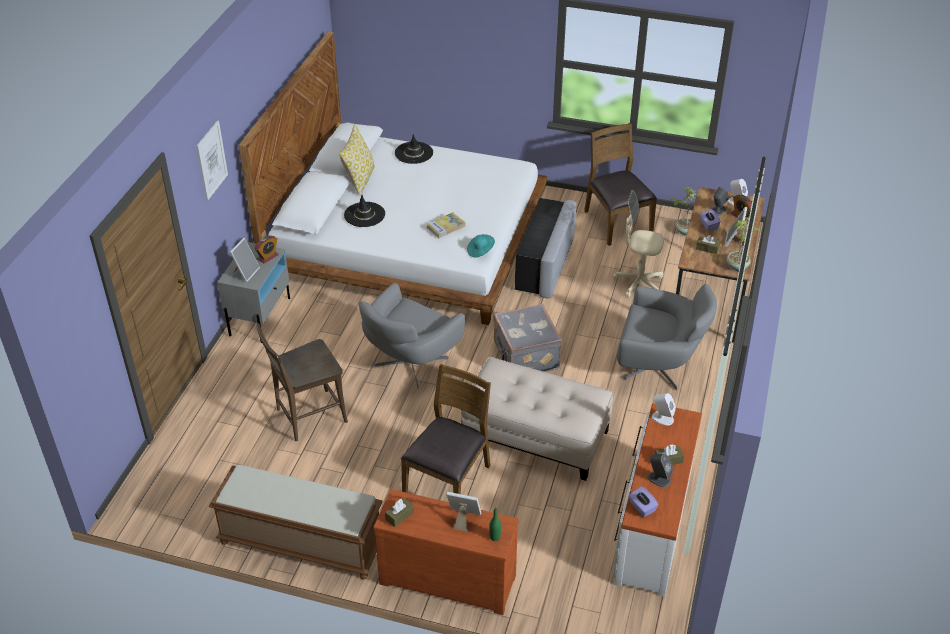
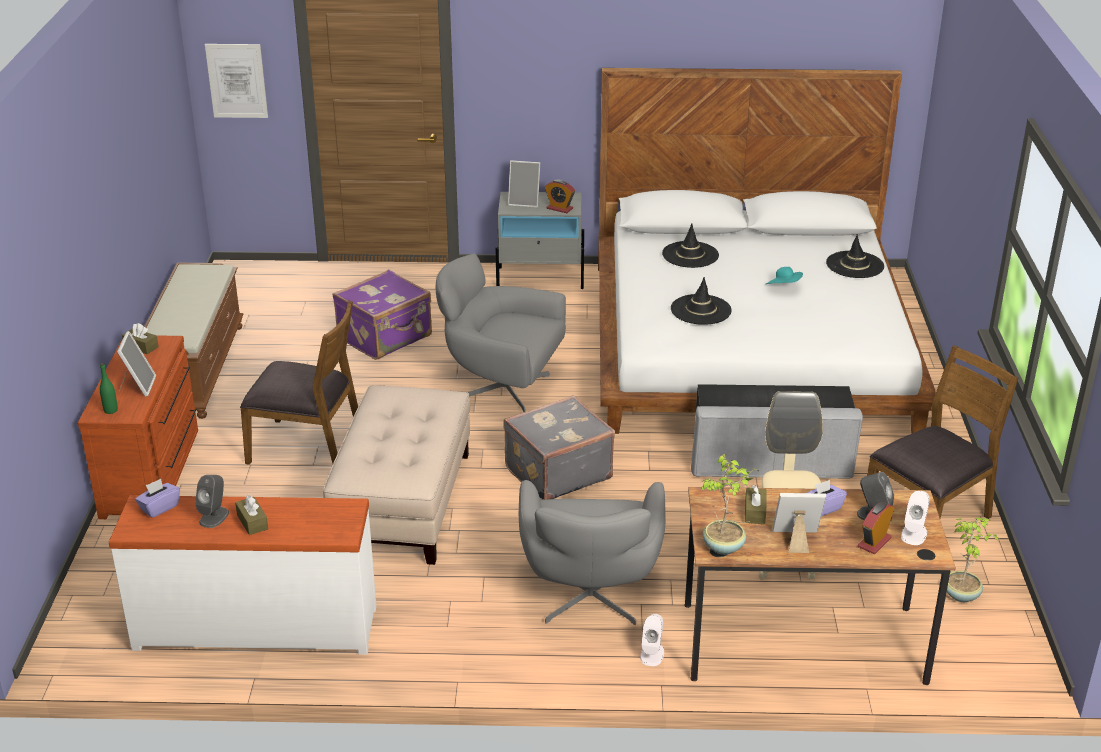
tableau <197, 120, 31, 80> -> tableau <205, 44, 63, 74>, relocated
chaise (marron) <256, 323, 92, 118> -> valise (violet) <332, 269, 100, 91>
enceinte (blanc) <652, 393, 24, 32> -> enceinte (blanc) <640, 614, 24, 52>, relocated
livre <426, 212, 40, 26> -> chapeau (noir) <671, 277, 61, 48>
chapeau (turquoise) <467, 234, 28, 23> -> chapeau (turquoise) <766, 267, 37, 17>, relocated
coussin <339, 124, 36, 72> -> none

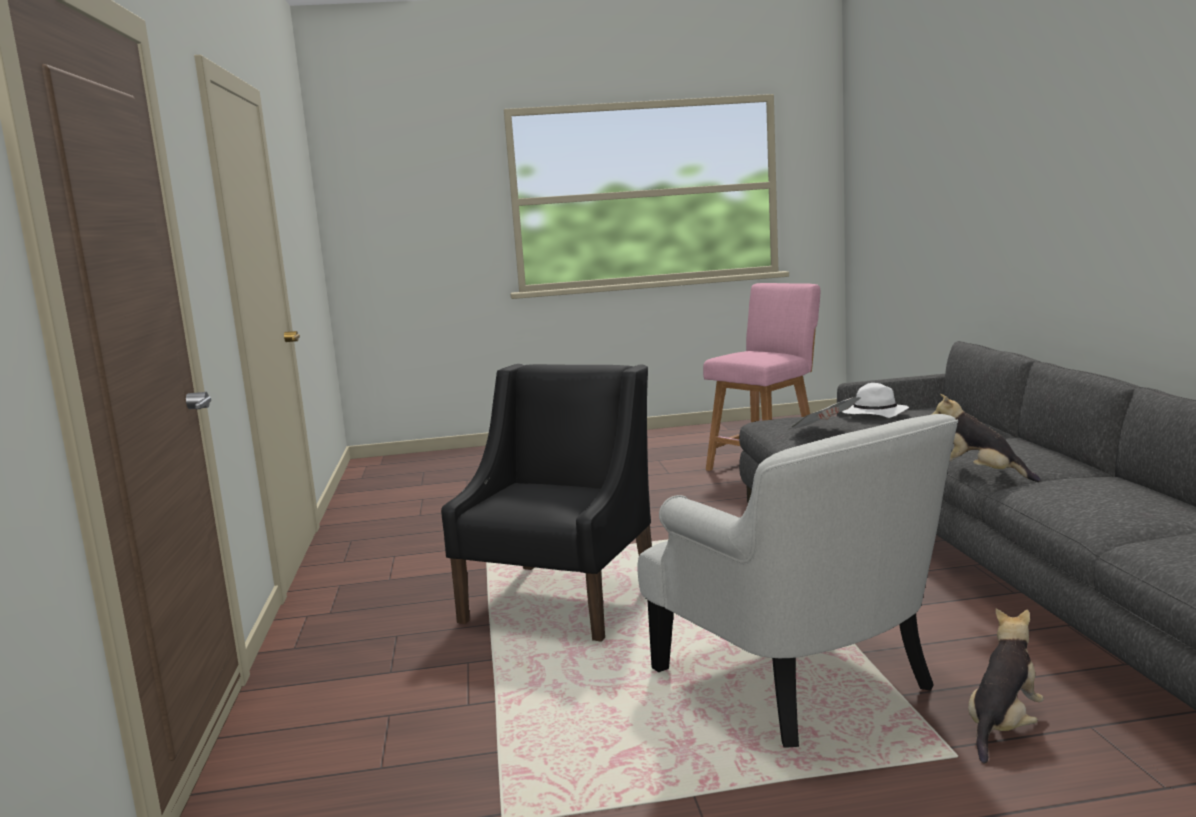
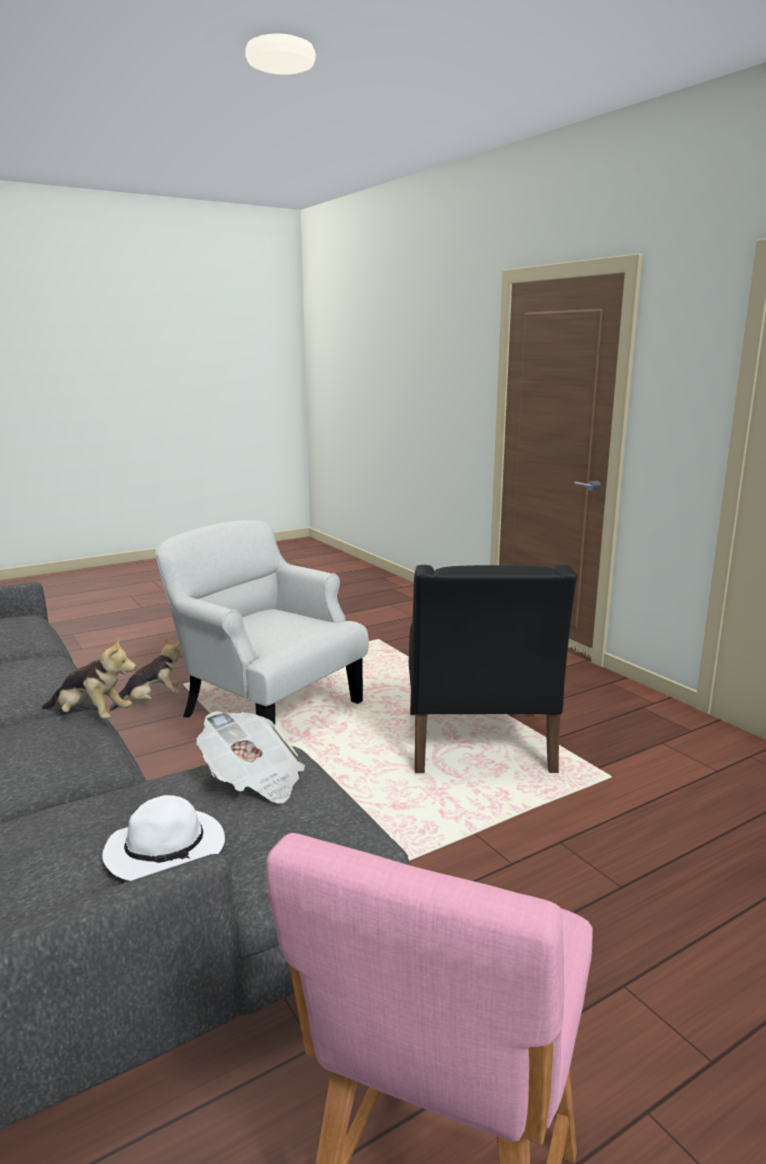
peluche <968, 609, 76, 154> -> peluche <110, 638, 73, 73>, 135 degrees counterclockwise

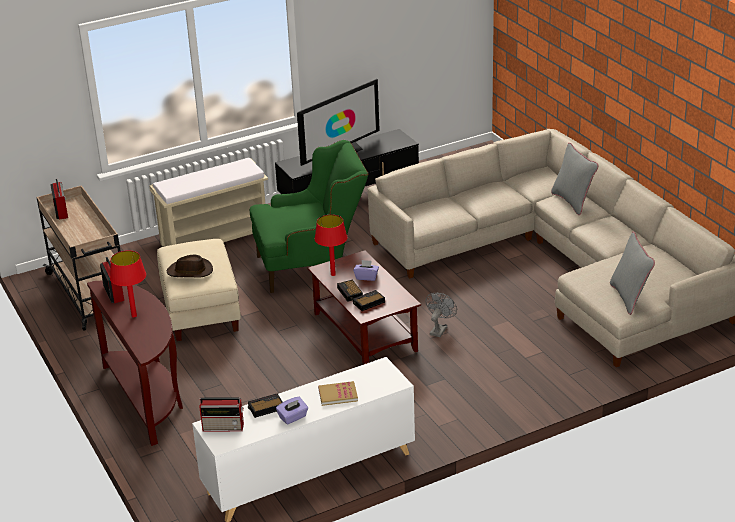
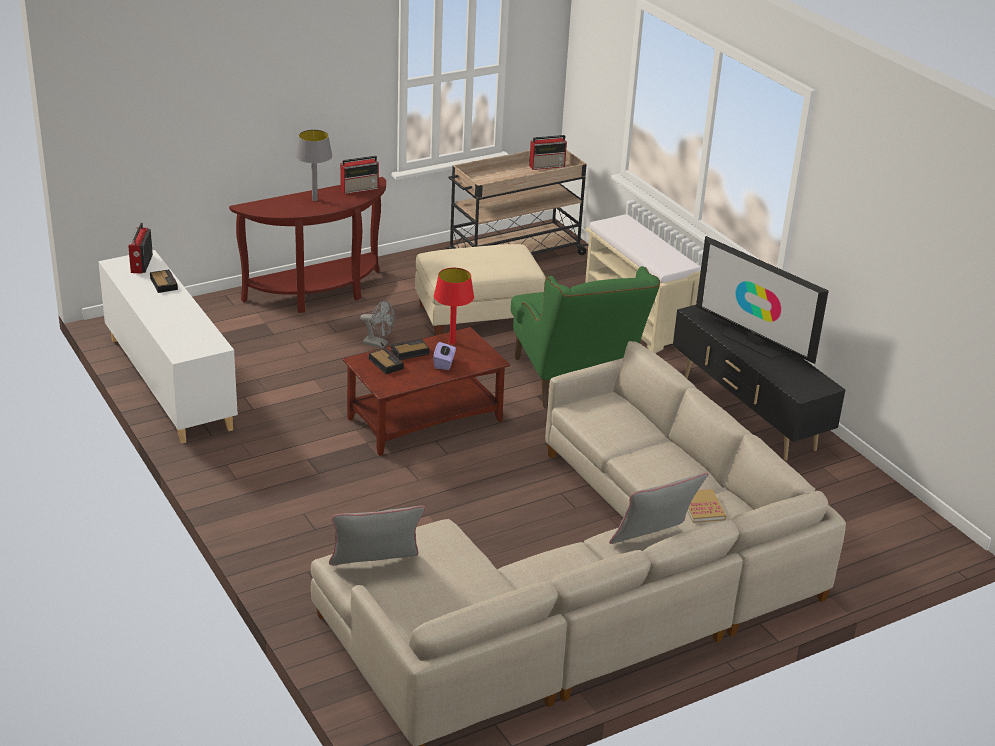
lampe de table (rouge) <110, 250, 36, 67> -> lampe de table (gris) <295, 130, 38, 71>
ventilateur (gris) <426, 293, 31, 44> -> ventilateur (gris) <360, 300, 35, 48>, relocated
livre <318, 381, 40, 25> -> livre <687, 489, 39, 34>, relocated
chapeau (marron) <167, 255, 46, 23> -> none
boîte à mouchoirs (violet) <276, 397, 32, 28> -> none

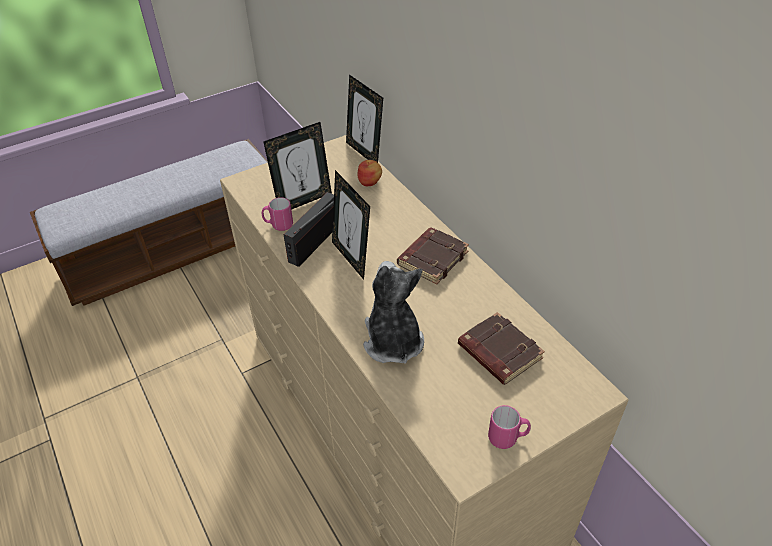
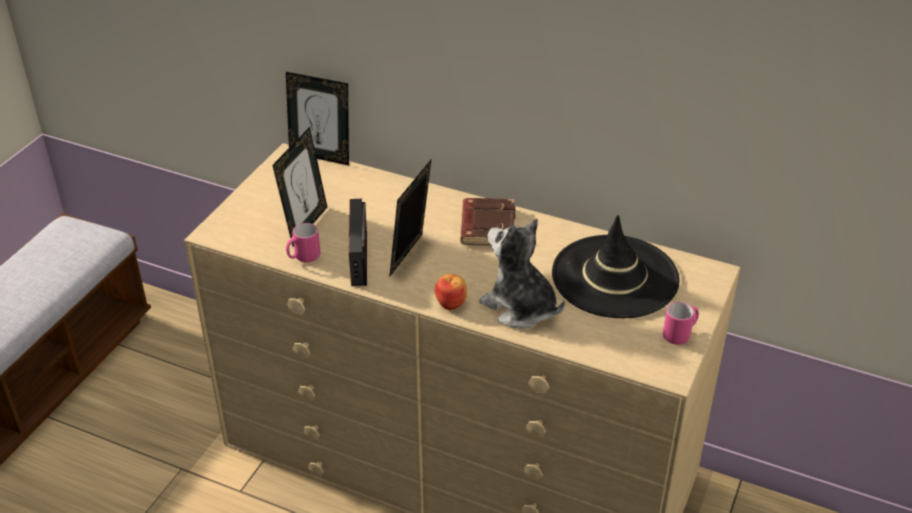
cadre photo <332, 170, 38, 110> -> cadre photo <389, 160, 42, 117>, 90 degrees clockwise
pomme <358, 160, 24, 26> -> pomme <435, 274, 32, 36>, relocated
livre (marron) <458, 312, 87, 73> -> chapeau (noir) <552, 215, 128, 103>

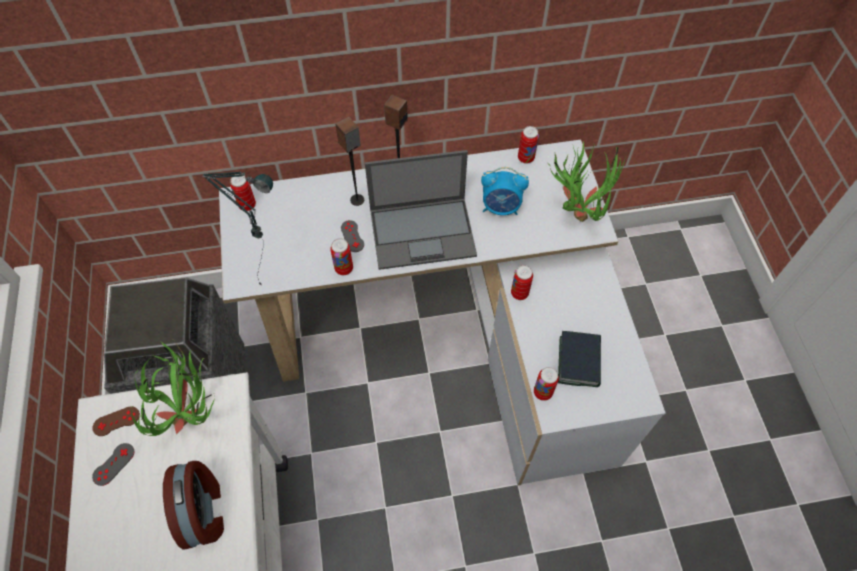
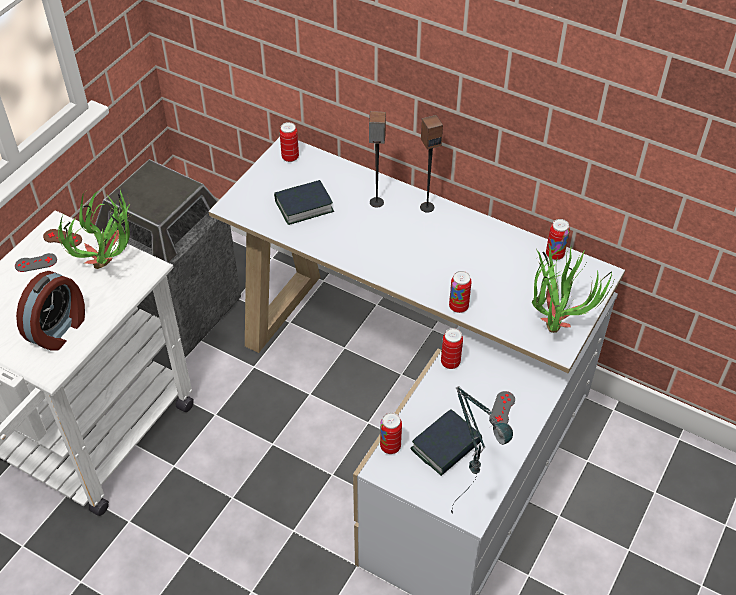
none -> livre <274, 180, 60, 45>
boîte métallique <330, 238, 23, 37> -> boîte métallique <449, 271, 23, 42>, relocated
lampe de table <202, 172, 71, 112> -> lampe de table <451, 386, 62, 127>, relocated
manette (gris) <341, 220, 23, 32> -> manette (gris) <489, 391, 26, 33>, relocated
ordinateur portable <365, 150, 112, 120> -> none
réveil <481, 167, 48, 48> -> none

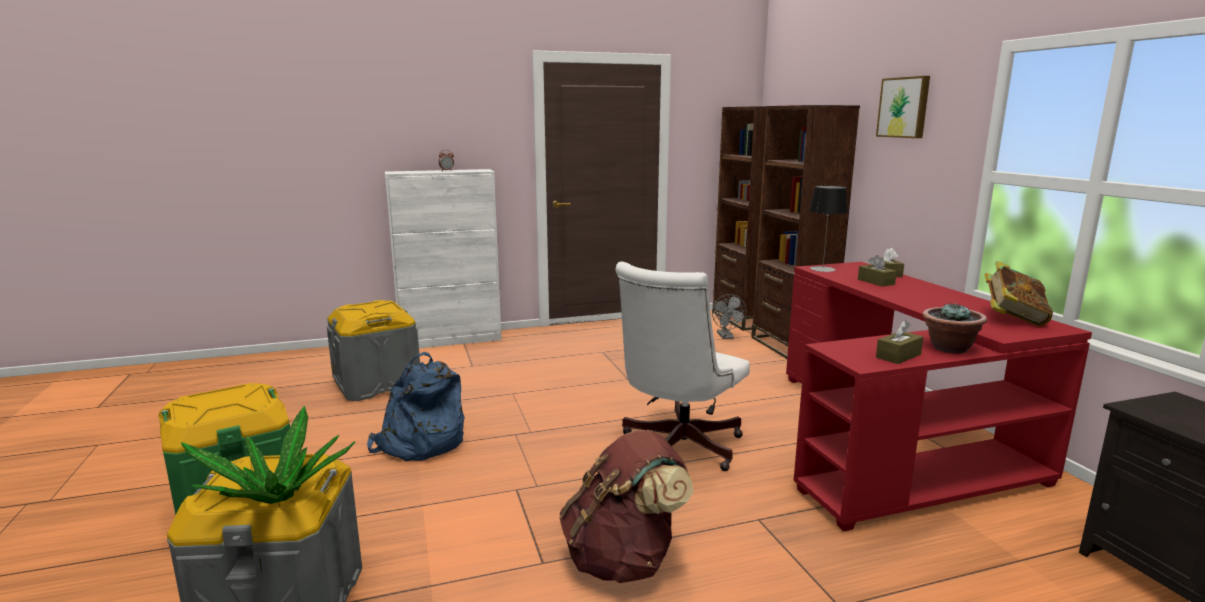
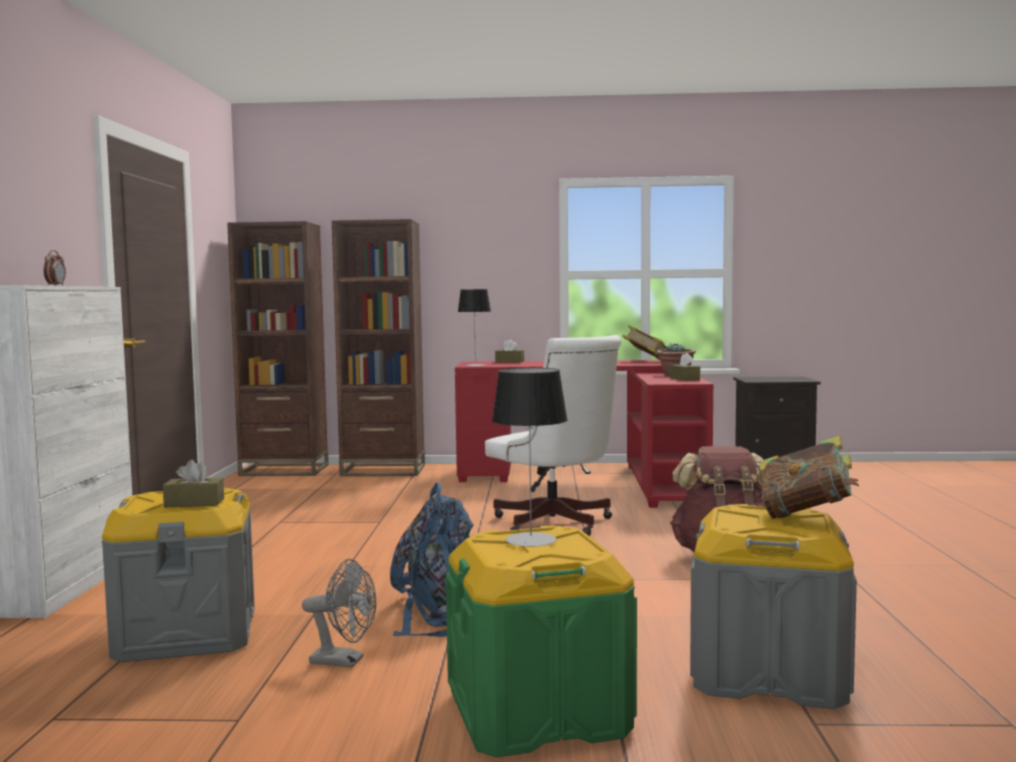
boîte à mouchoirs (marron) <858, 255, 39, 32> -> boîte à mouchoirs (marron) <163, 460, 61, 48>, relocated
ventilateur (gris) <712, 294, 34, 45> -> ventilateur (gris) <302, 559, 74, 109>, relocated
none -> lampe de table <492, 368, 76, 179>
plante en pot <181, 406, 174, 98> -> livre <760, 436, 99, 83>
tableau <876, 76, 54, 62> -> none

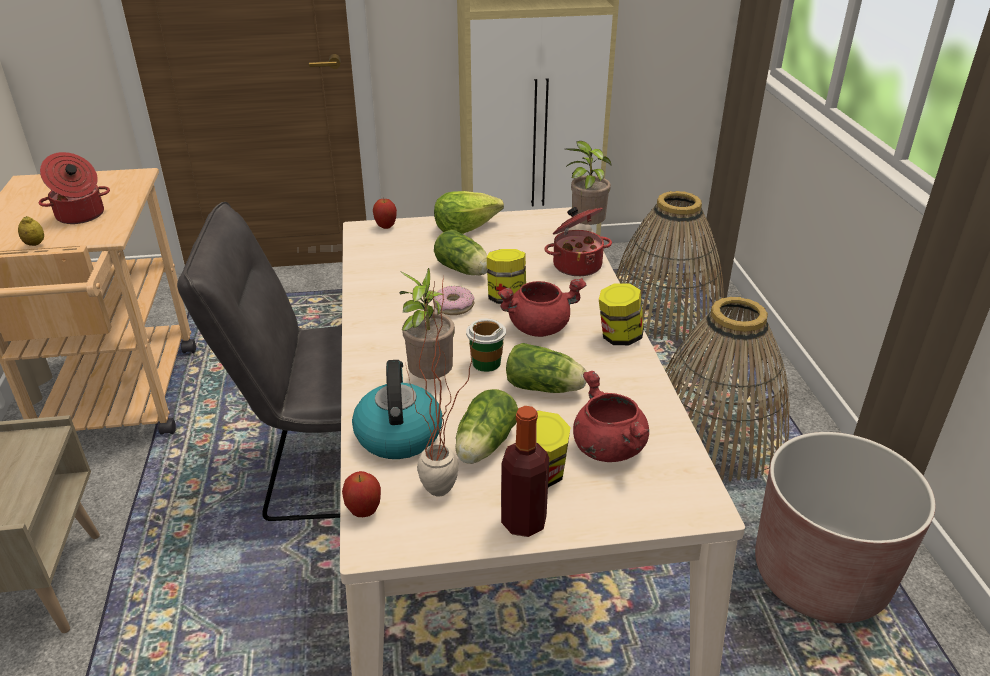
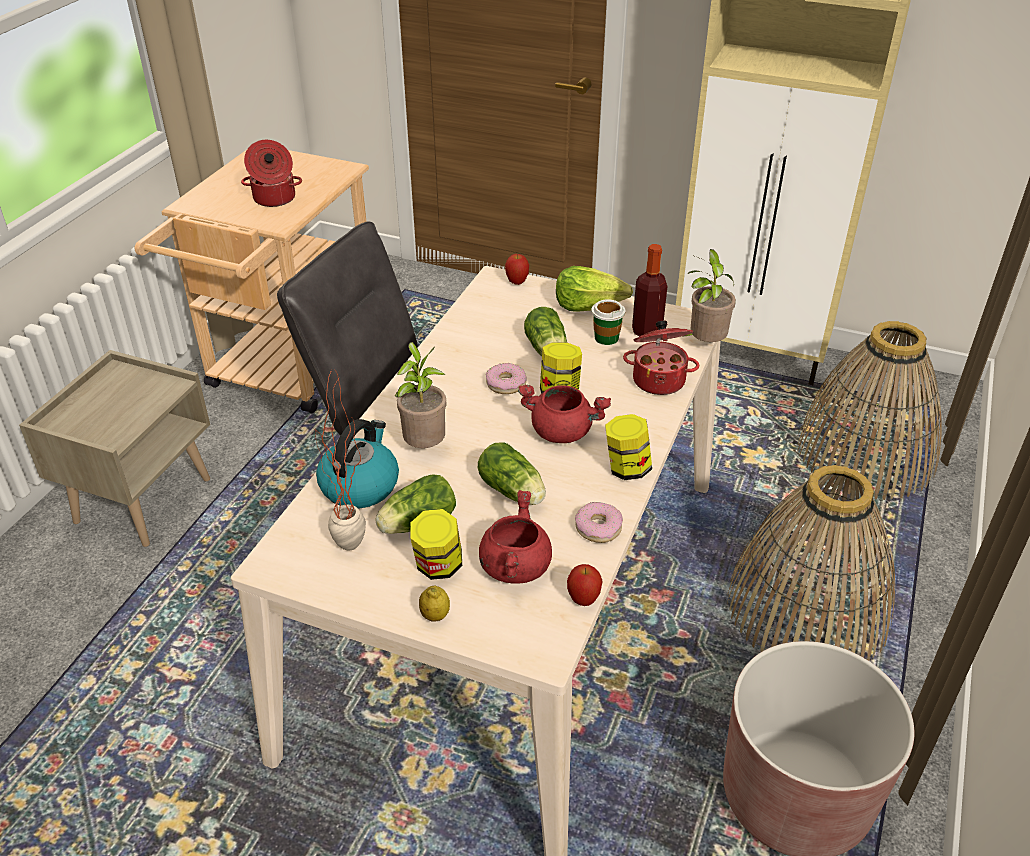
citron <18, 216, 26, 30> -> citron <419, 585, 31, 37>, relocated
pomme <342, 471, 39, 46> -> pomme <567, 564, 36, 42>, relocated
none -> beignet <575, 502, 48, 41>
tasse <466, 319, 40, 53> -> tasse <591, 299, 34, 46>, relocated
bouteille <501, 406, 48, 131> -> bouteille <632, 244, 35, 92>, relocated

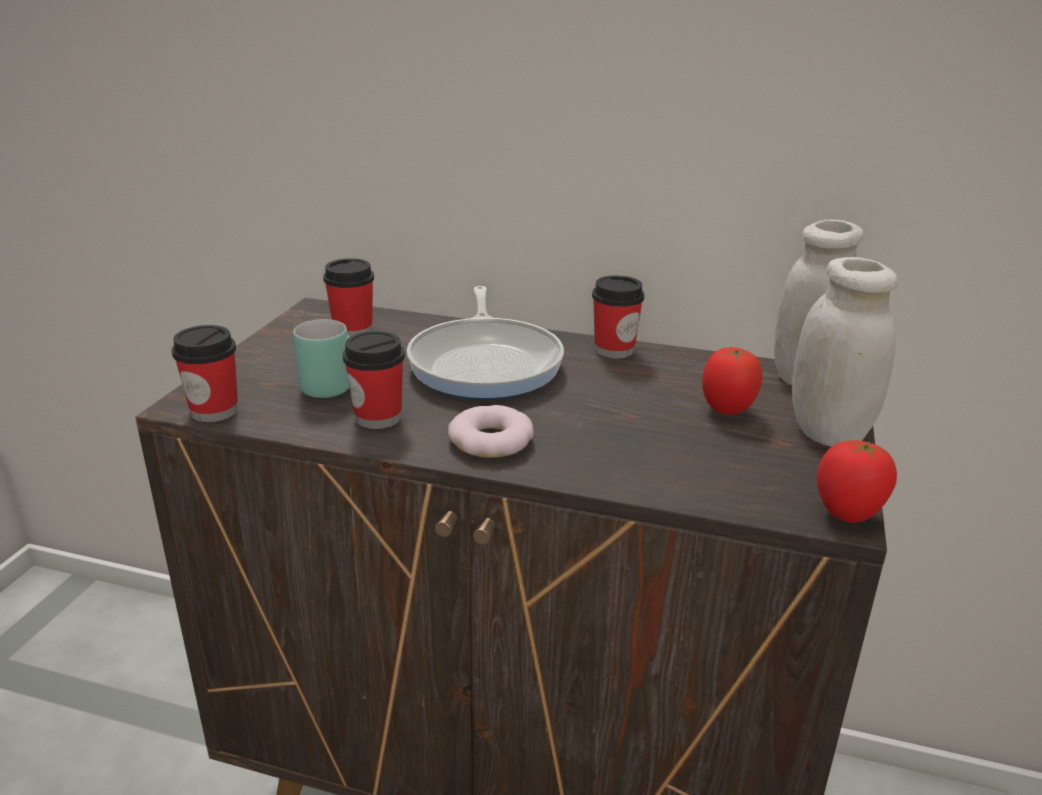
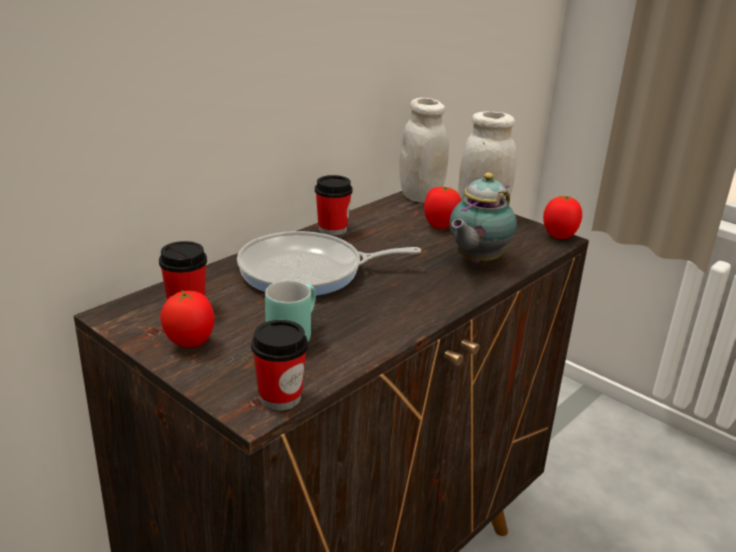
none -> tomate <160, 290, 54, 58>
poêle <407, 286, 157, 113> -> poêle <237, 231, 184, 65>, 150 degrees clockwise
none -> théière <449, 173, 68, 90>
tasse <343, 331, 62, 98> -> none
beignet <448, 405, 86, 53> -> none

